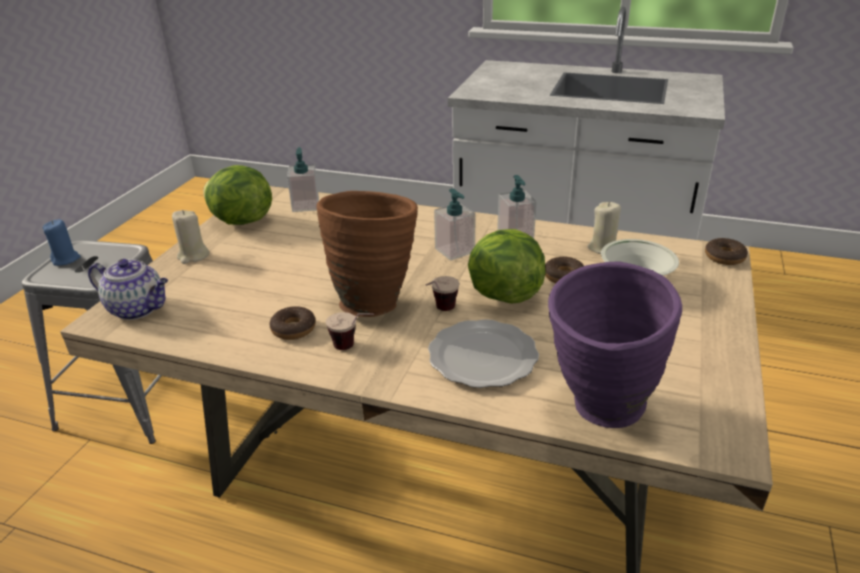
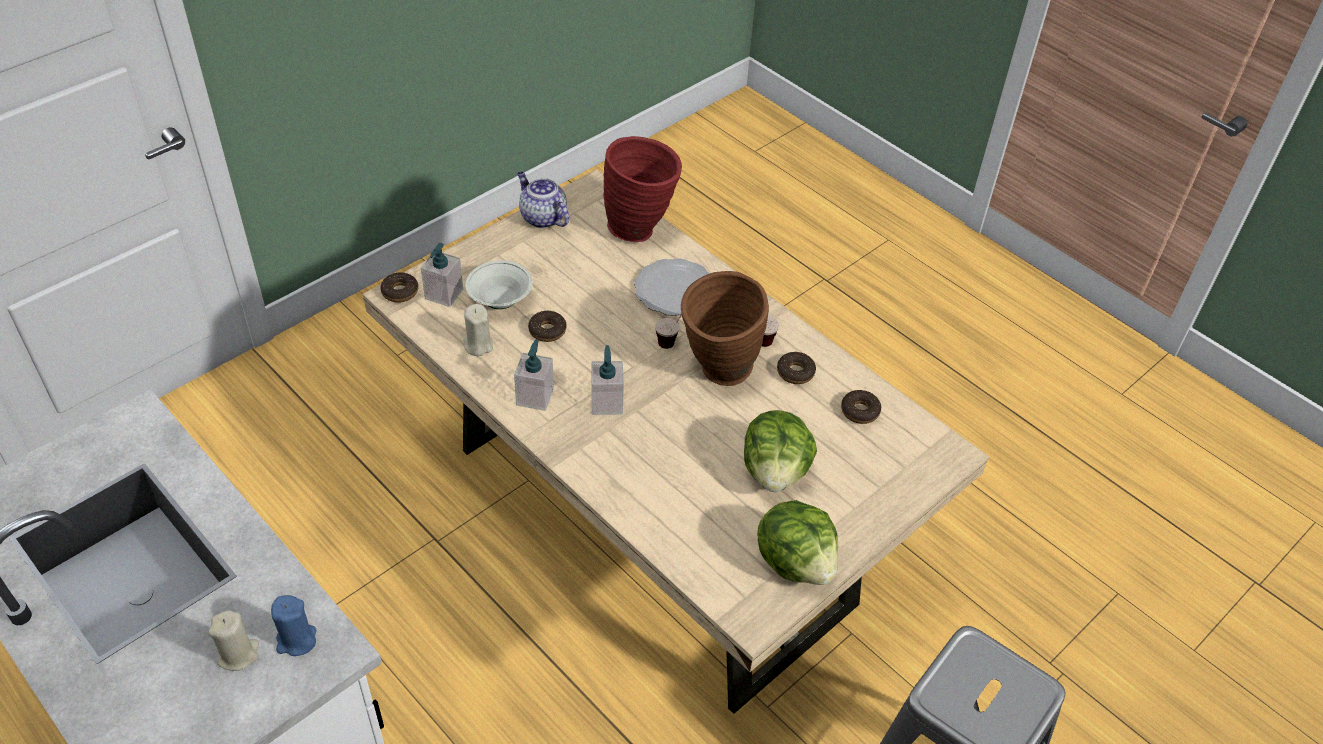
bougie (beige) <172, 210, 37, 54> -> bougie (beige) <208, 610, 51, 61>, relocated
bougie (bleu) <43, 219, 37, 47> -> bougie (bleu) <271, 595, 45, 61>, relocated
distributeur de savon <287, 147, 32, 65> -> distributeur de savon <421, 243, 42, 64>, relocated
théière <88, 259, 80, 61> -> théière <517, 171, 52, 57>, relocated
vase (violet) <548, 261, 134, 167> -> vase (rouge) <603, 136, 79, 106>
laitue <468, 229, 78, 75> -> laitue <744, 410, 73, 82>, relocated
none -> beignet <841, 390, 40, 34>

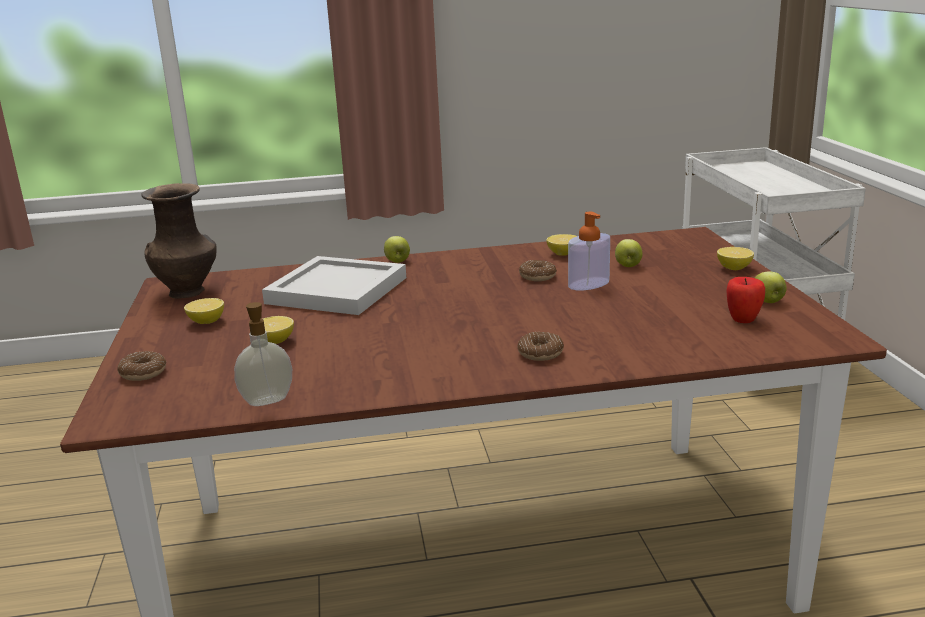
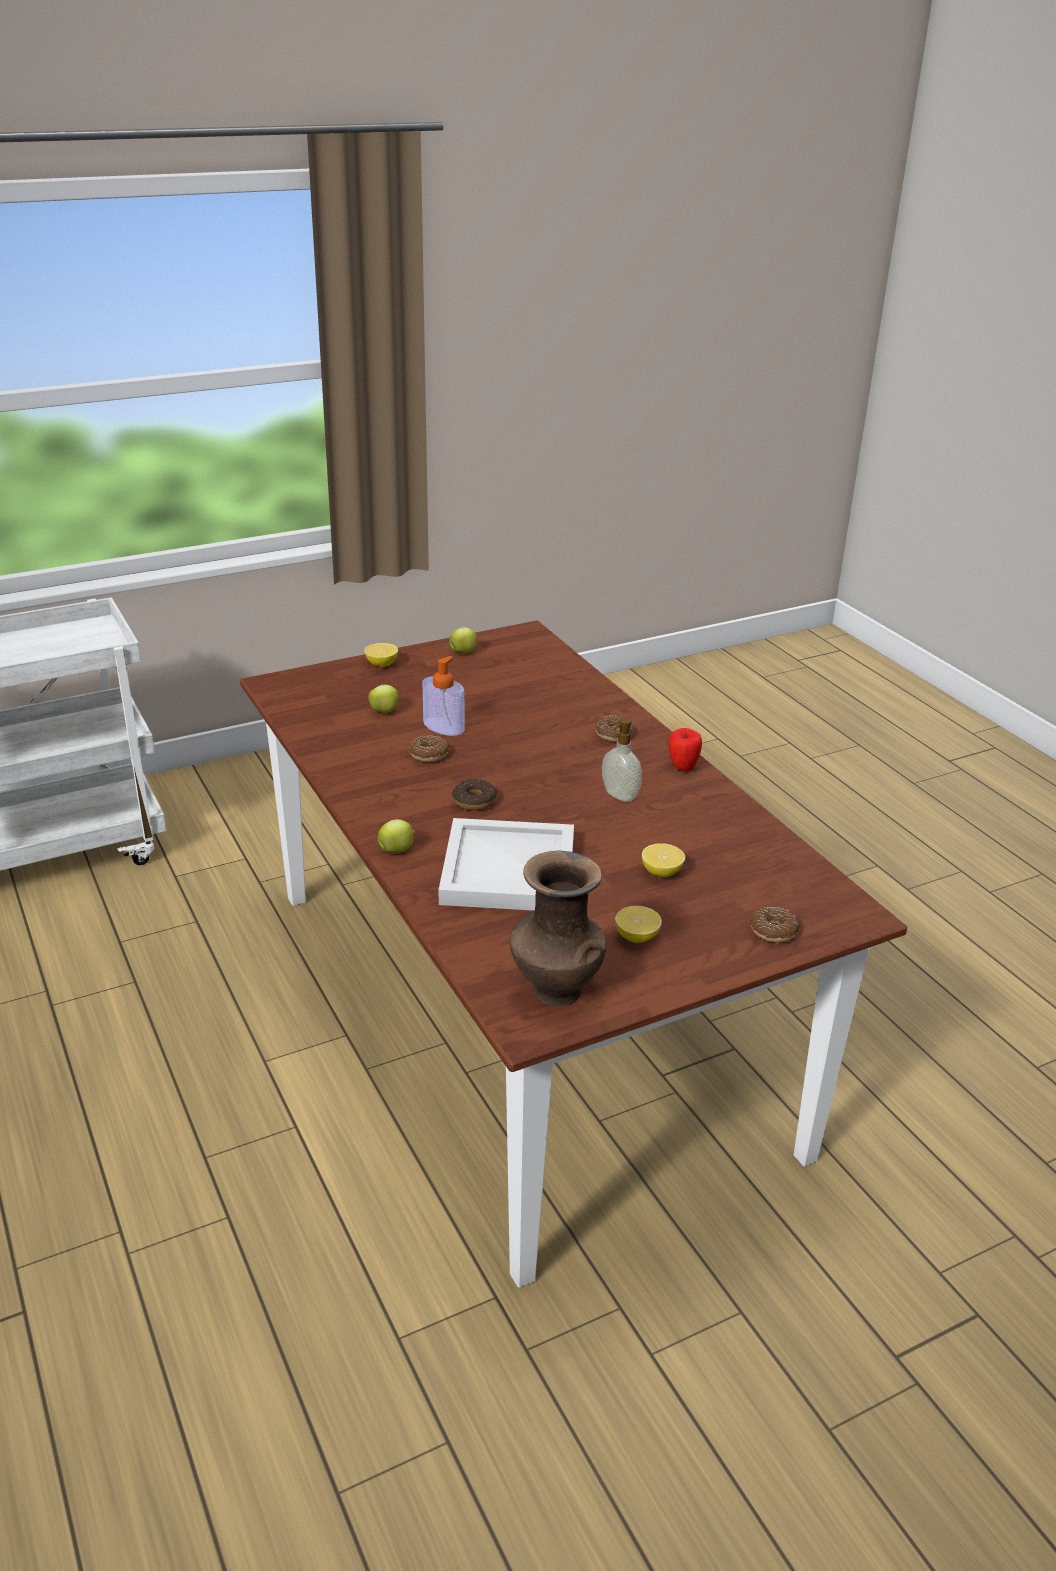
none -> beignet <452, 779, 45, 32>
distributeur de savon <234, 302, 58, 104> -> distributeur de savon <602, 717, 40, 85>, relocated
pomme <726, 277, 39, 46> -> pomme <669, 728, 33, 44>, relocated
citron <546, 234, 31, 22> -> none

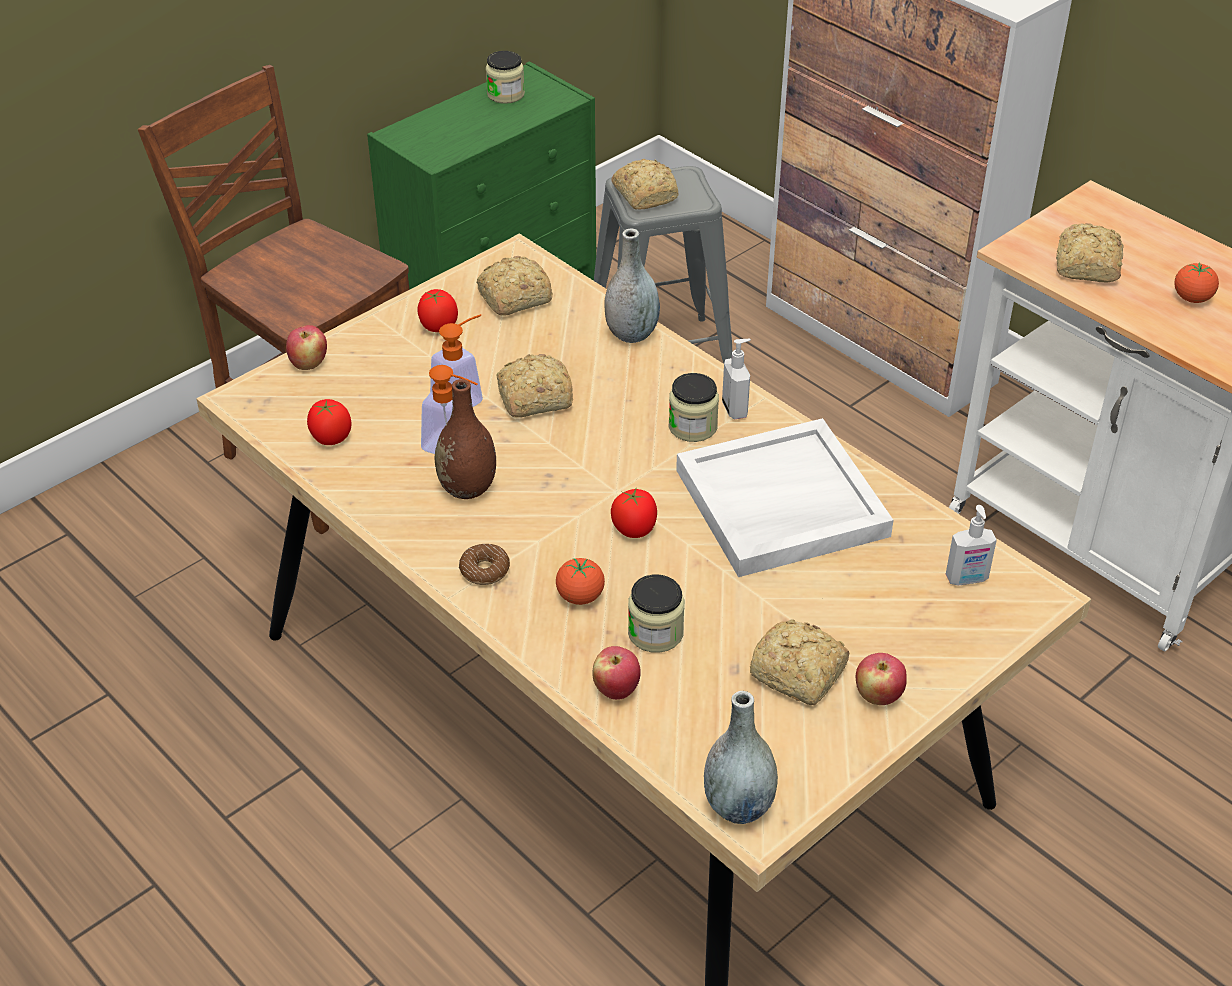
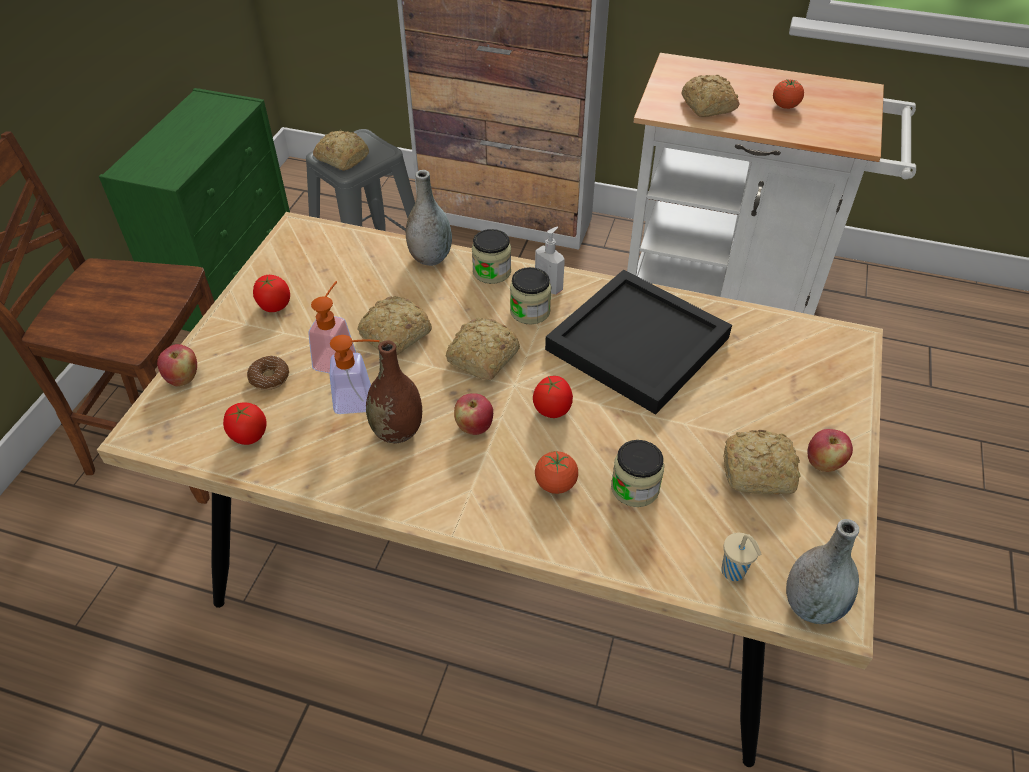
beignet <459, 544, 51, 41> -> beignet <247, 356, 42, 34>, relocated
pain <477, 256, 76, 60> -> pain <445, 318, 75, 62>, relocated
pomme <593, 646, 48, 54> -> pomme <454, 393, 39, 42>, relocated
bocal <486, 51, 39, 53> -> bocal <472, 229, 39, 55>, relocated
plateau (blanc) <676, 418, 218, 159> -> plateau (noir) <545, 270, 187, 145>
none -> tasse (beige) <721, 533, 41, 48>
distributeur de savon <946, 505, 51, 81> -> none

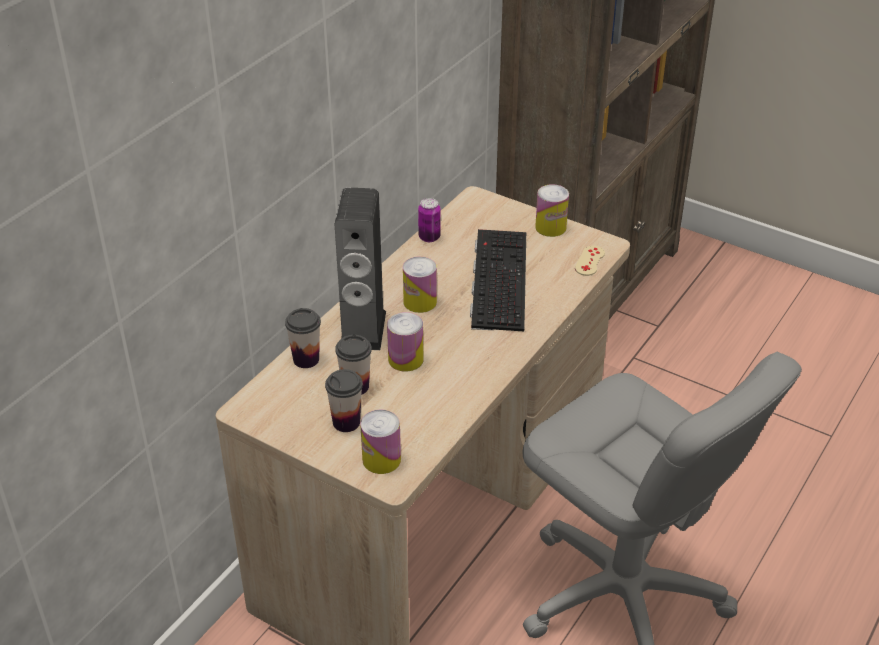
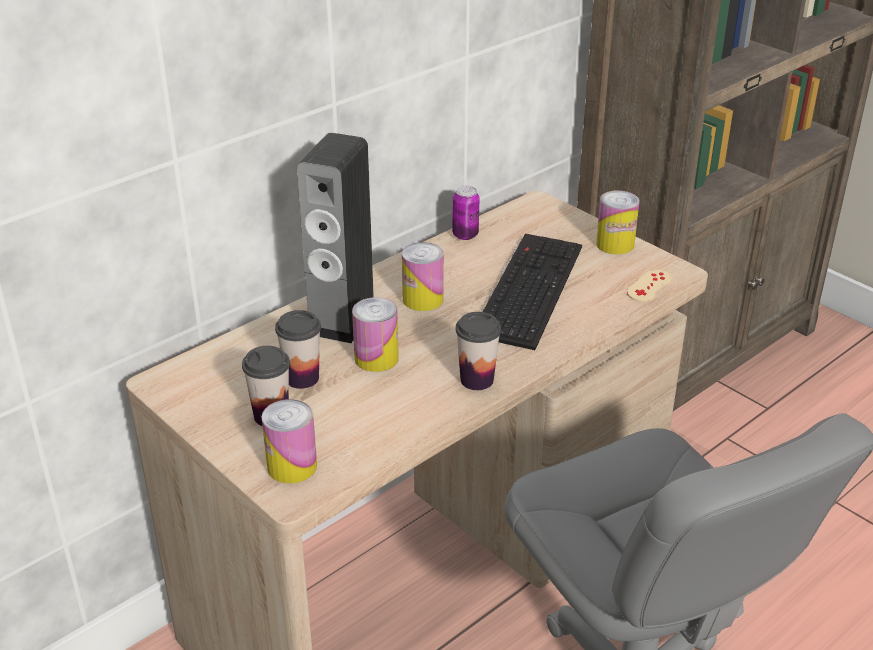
tasse <285, 308, 36, 60> -> tasse <455, 312, 46, 78>, relocated

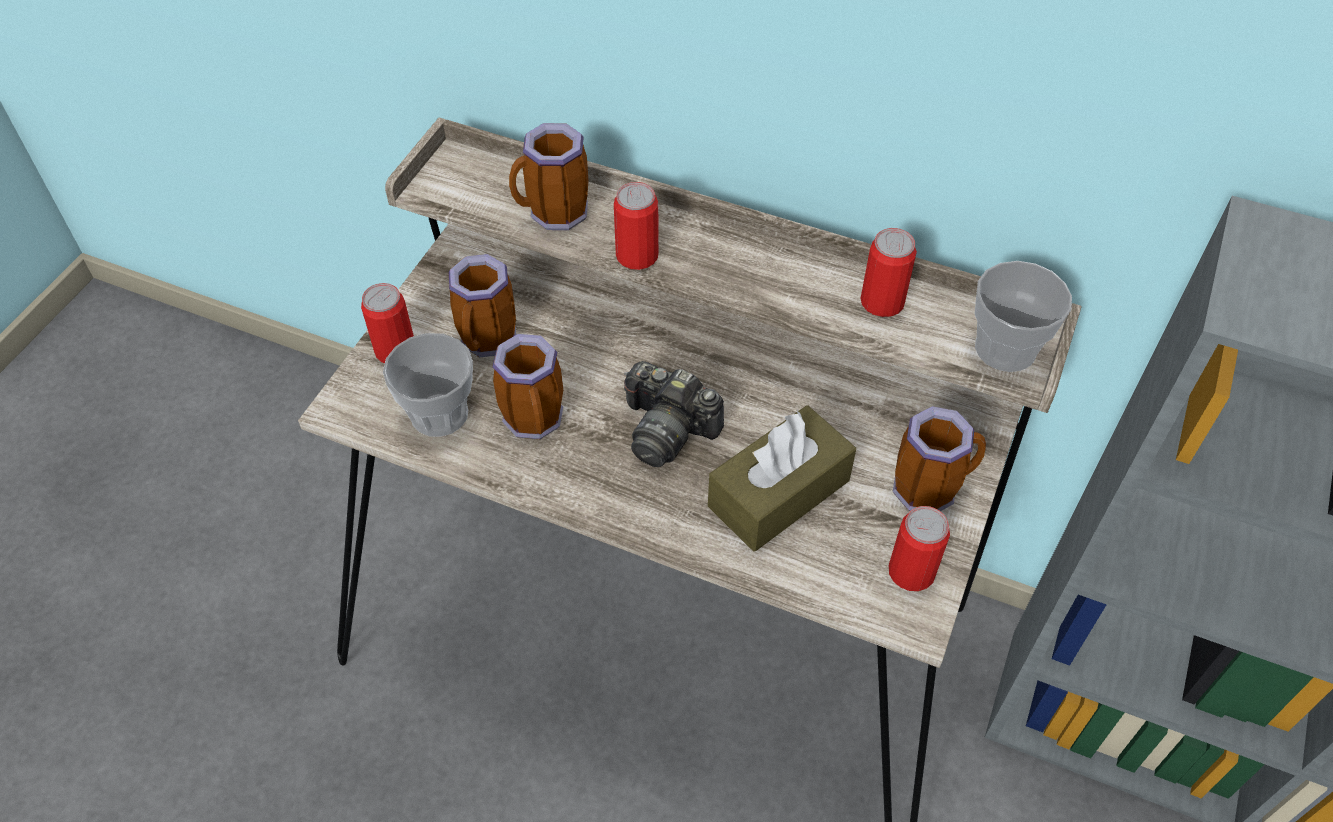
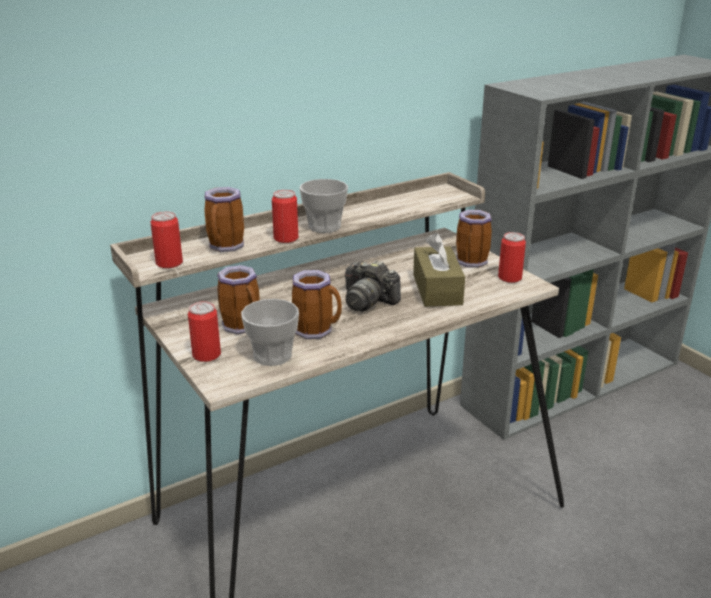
boîte métallique <861, 228, 56, 89> -> boîte métallique <151, 211, 32, 57>, relocated
tasse <975, 261, 97, 111> -> tasse <299, 179, 49, 54>, relocated
appareil photo <624, 361, 100, 106> -> appareil photo <345, 260, 56, 52>, 60 degrees clockwise

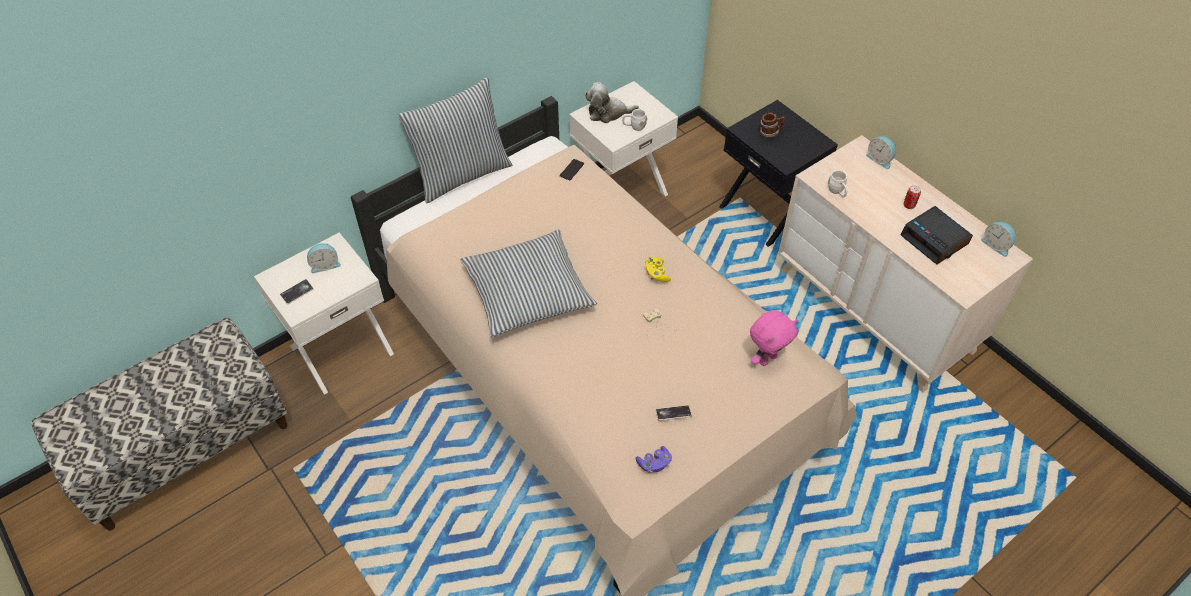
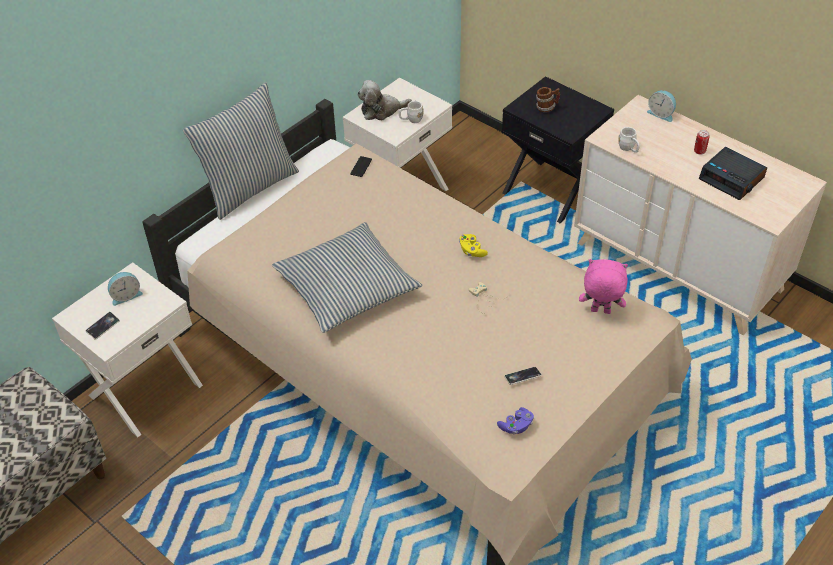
peluche (rose) <750, 310, 47, 56> -> peluche (rose) <579, 259, 49, 55>, 120 degrees counterclockwise
réveil <981, 222, 35, 35> -> none

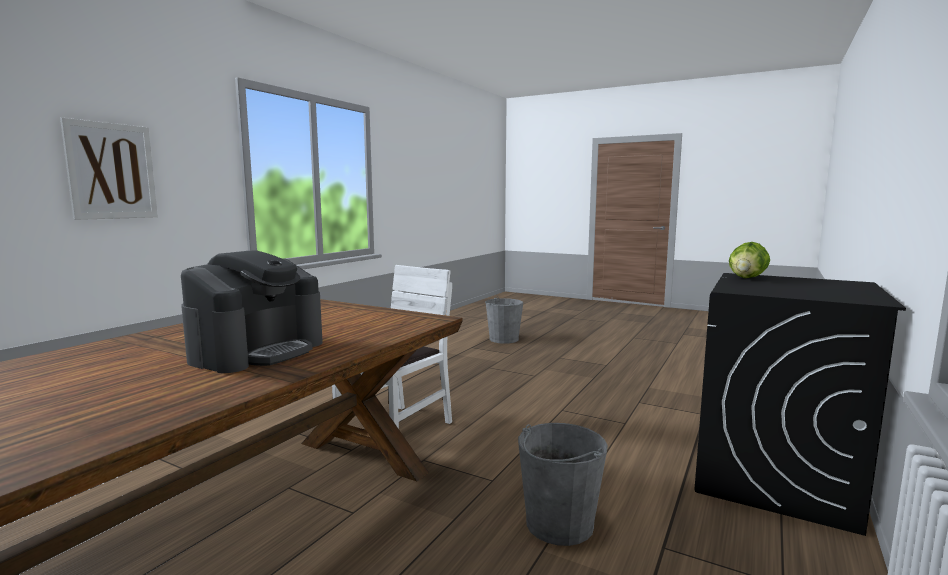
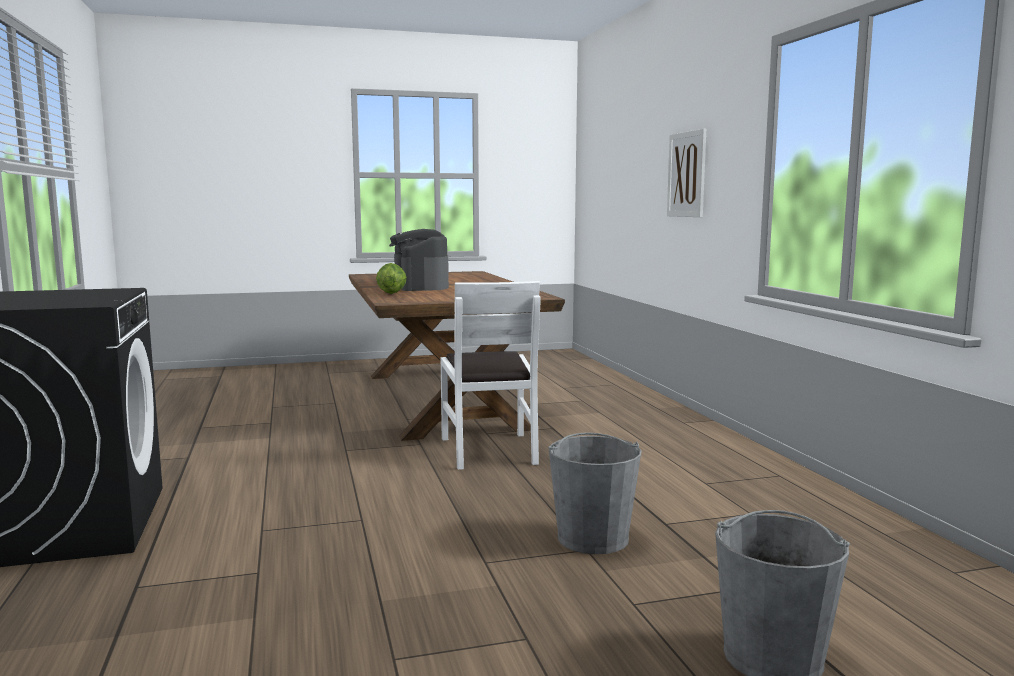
laitue <729, 242, 41, 36> -> laitue <376, 263, 31, 31>, relocated
seau (gris) <518, 423, 90, 123> -> seau (gris) <549, 433, 93, 121>, relocated

